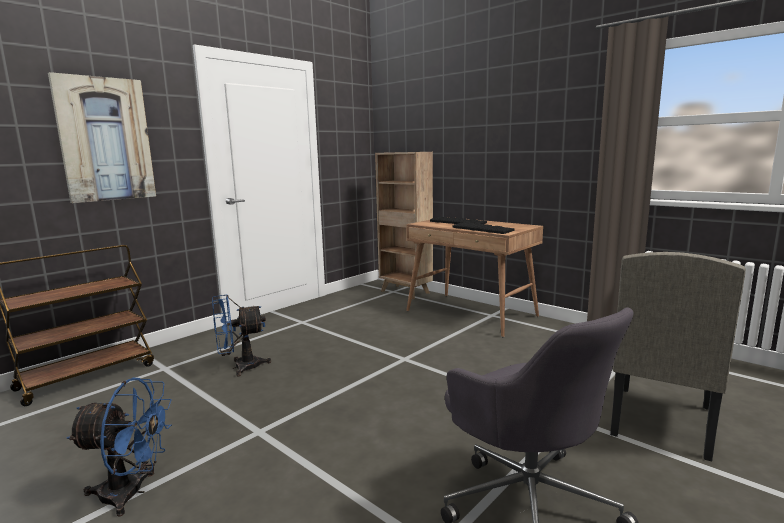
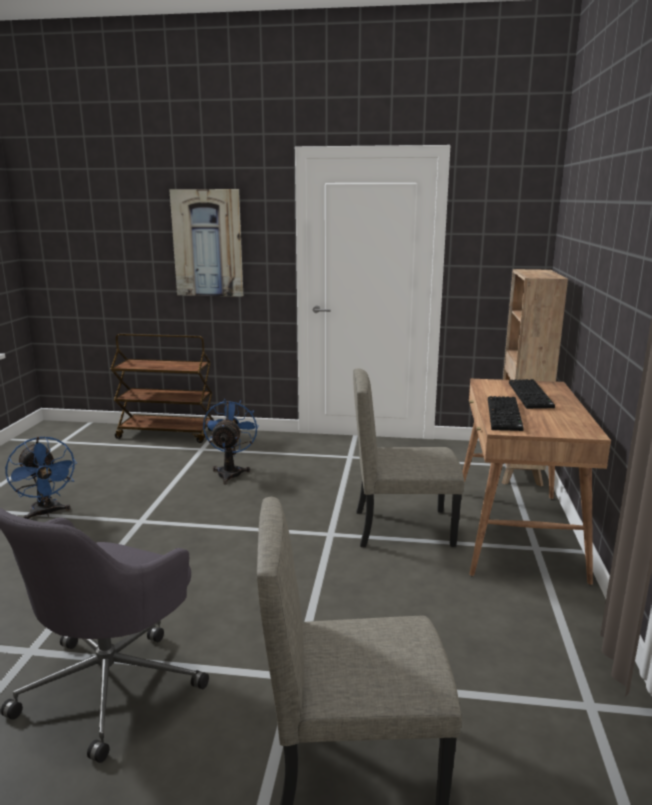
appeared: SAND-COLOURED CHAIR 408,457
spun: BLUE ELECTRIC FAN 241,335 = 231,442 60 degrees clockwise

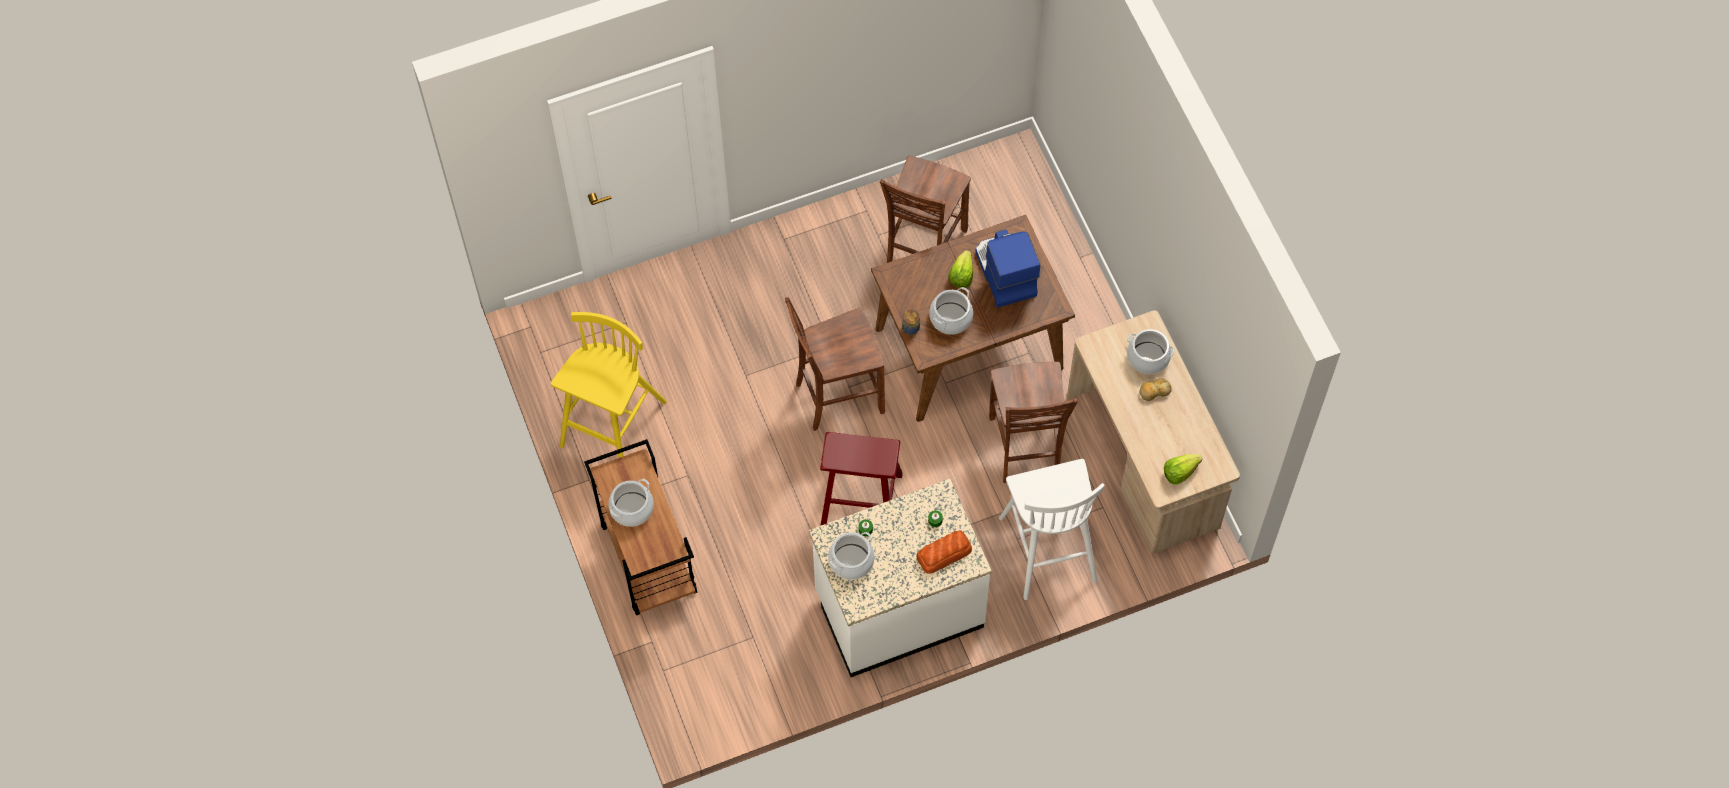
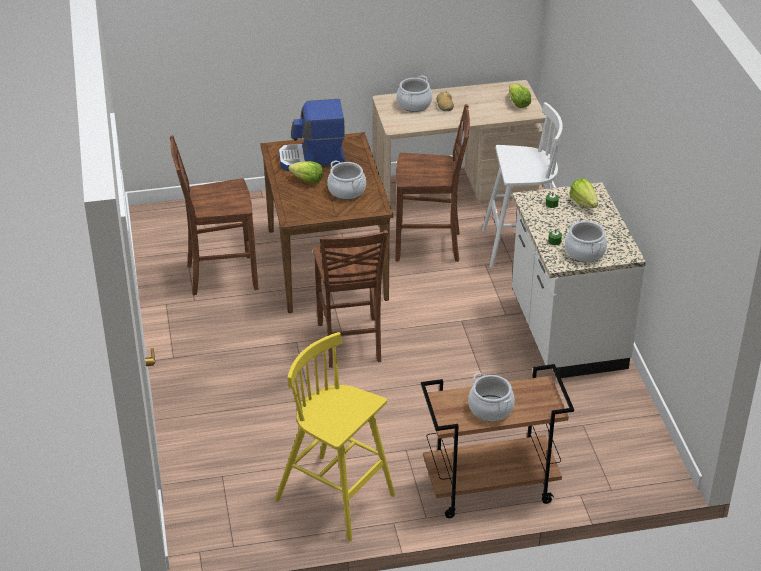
missing: REDDISH STOOL SEAT 861,479; STORAGE JAR 911,322
exchanged: BAKERY BREAD 944,552 to LETTUCE HEAD 583,193
spun: BROWNISH CHAIR 925,209 = 214,215 135 degrees clockwise

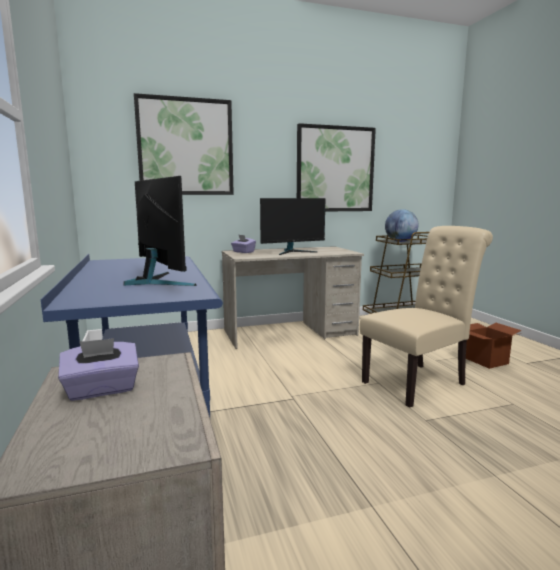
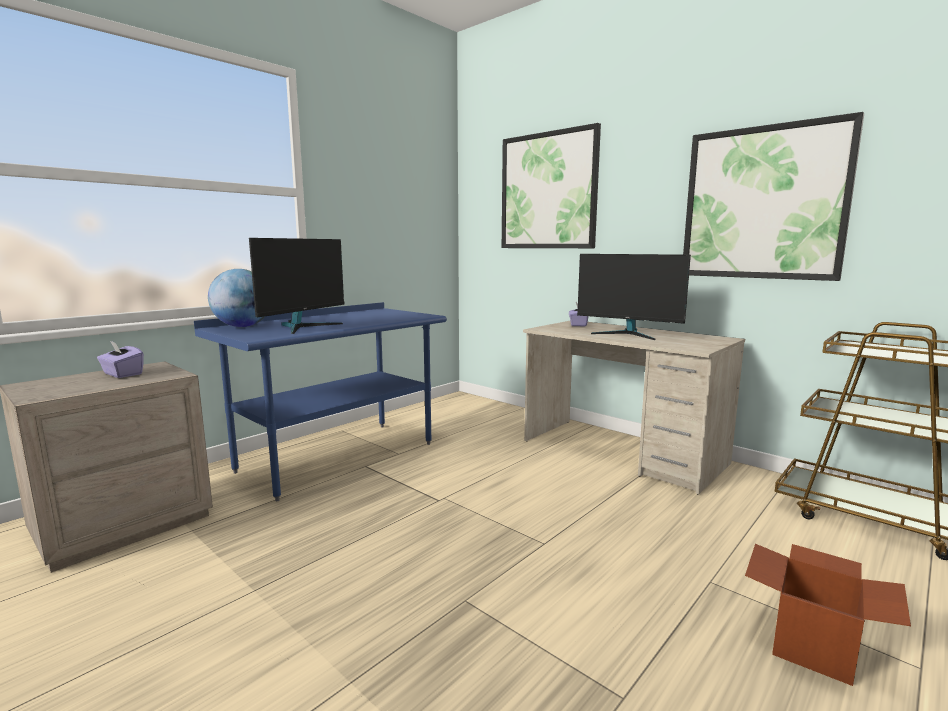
missing: SAND-COLOURED CHAIR 426,317
relocated: WORLD GLOBE 402,225 to 236,298

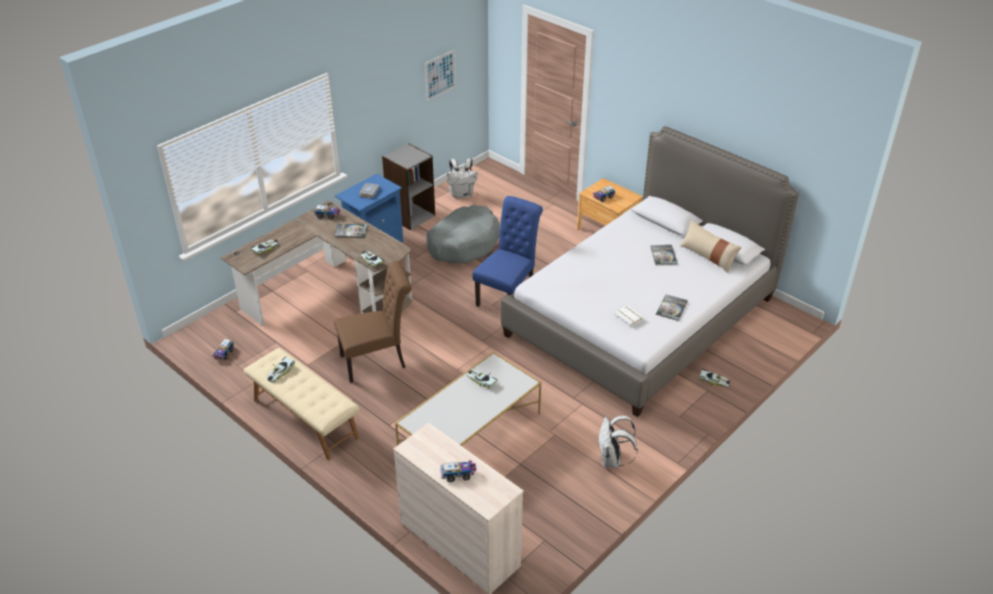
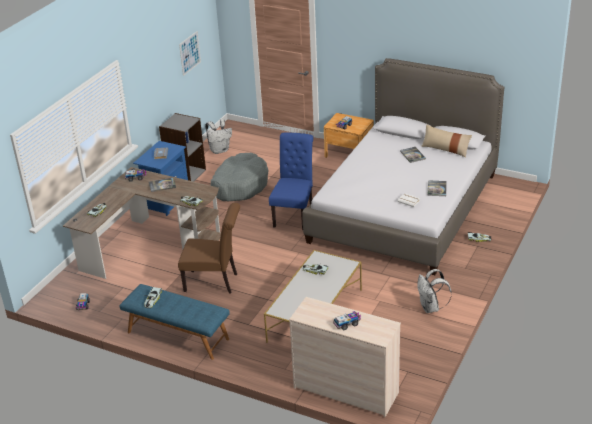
colour: SAND-COLOURED LONG SEAT 302,404 to BLUE LONG SEAT 175,322
spun: BROWNISH CHAIR 373,322 = 209,248 45 degrees clockwise

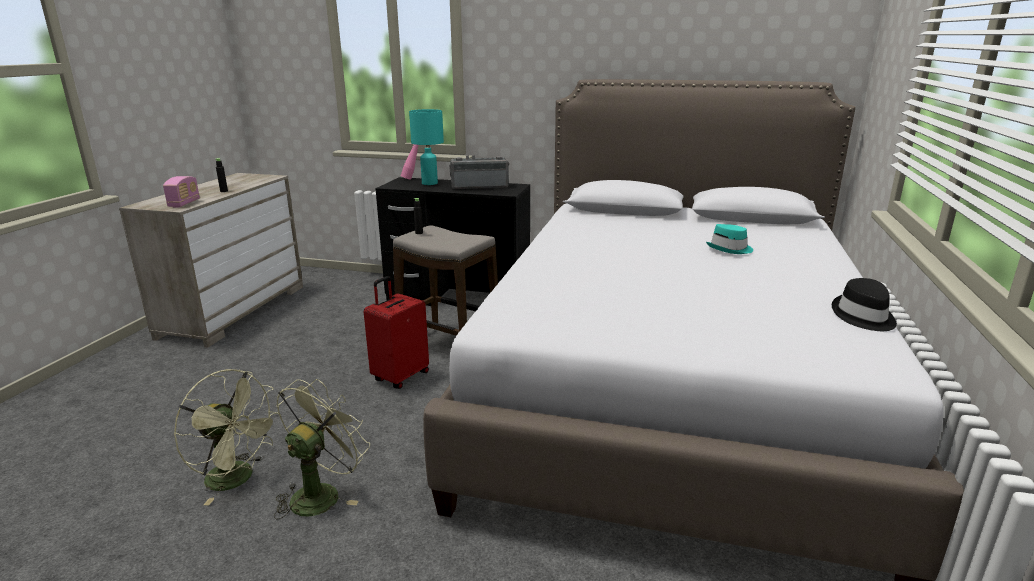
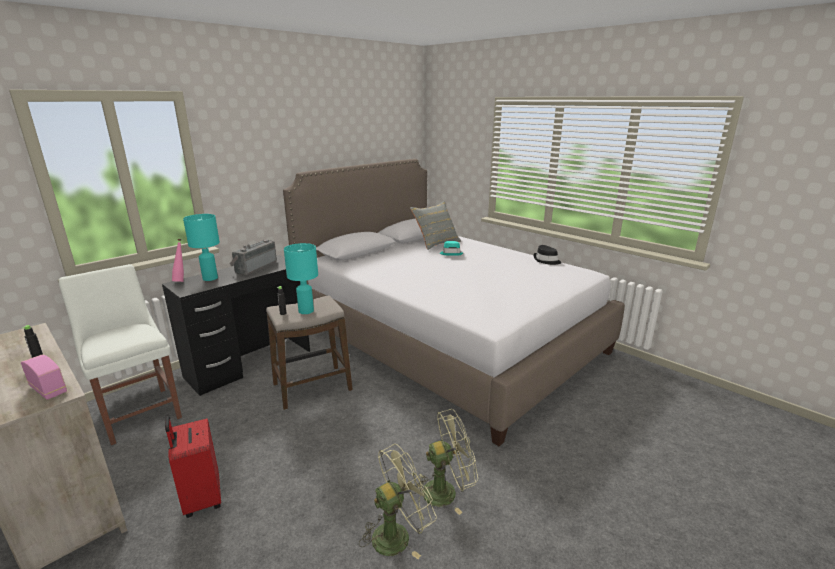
appeared: WHITISH CHAIR 120,354; TURQUOISE-COLOURED TABLE LAMP 301,278; GRAY THROW PILLOW 435,225
relocated: REDDISH TRAVEL CASE 396,332 to 193,467
spun: GREENISH ELECTRIC FAN 322,449 = 444,462 105 degrees clockwise

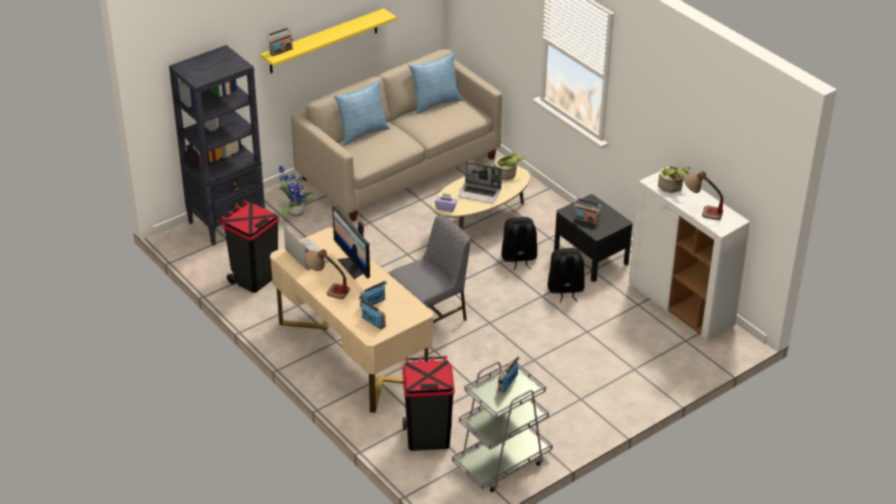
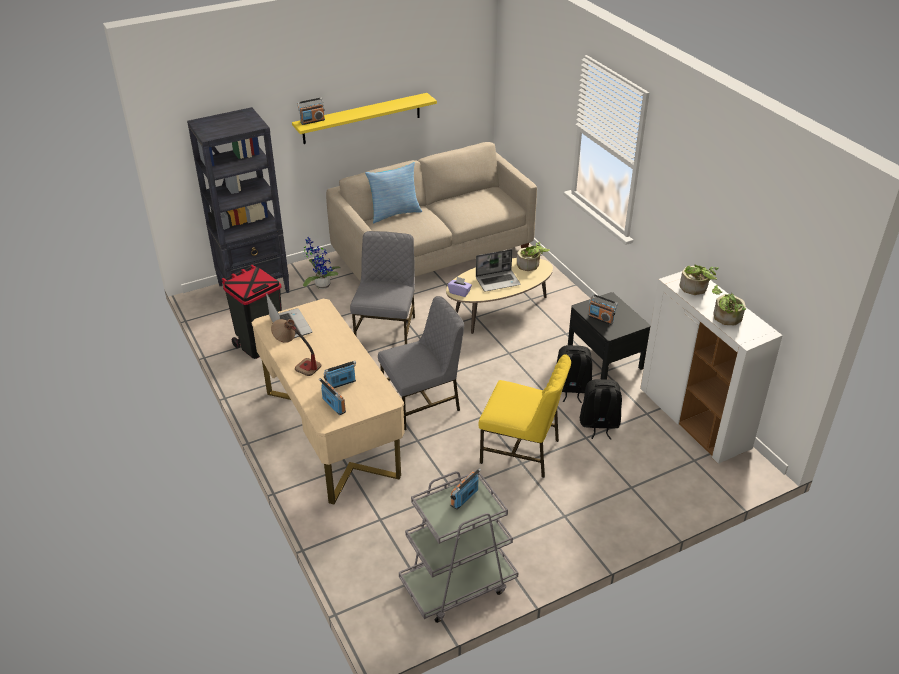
missing: MONITOR 351,242; BLACKISH RUBBISH BIN 428,403; THROW PILLOW 435,83
appeared: GRAY CHAIR 382,287; YELLOW CHAIR 524,416
relocated: BLACKISH BACKPACK 519,243 to 601,409
exchanged: TABLE LAMP 703,195 to HOUSEPLANT 729,305
spun: PORTABLE COMPUTER 480,182 = 498,270 45 degrees counterclockwise

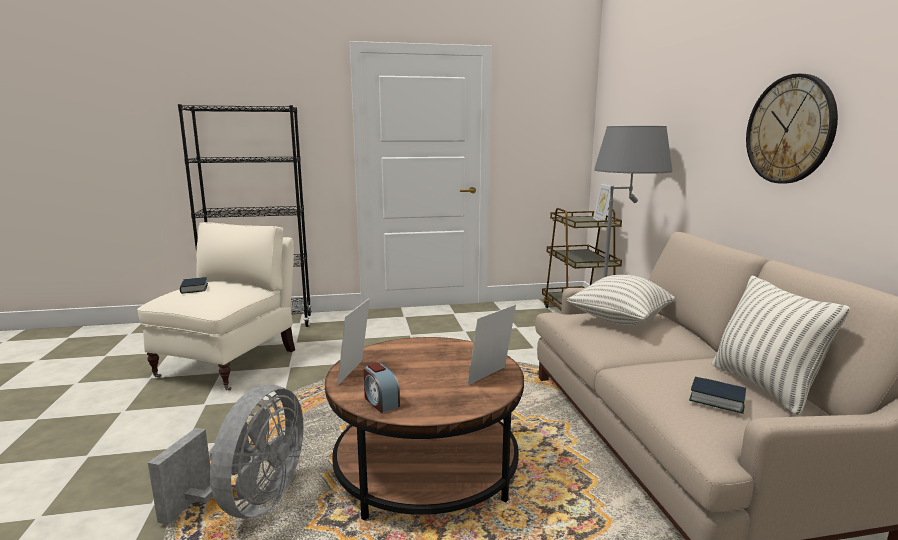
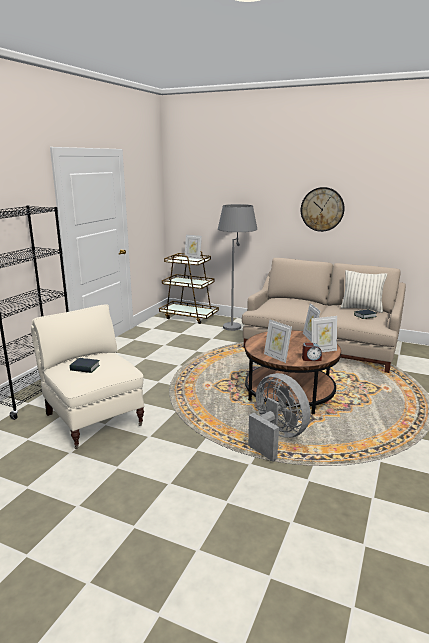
missing: THROW PILLOW 621,300
appeared: PHOTO FRAME 324,334

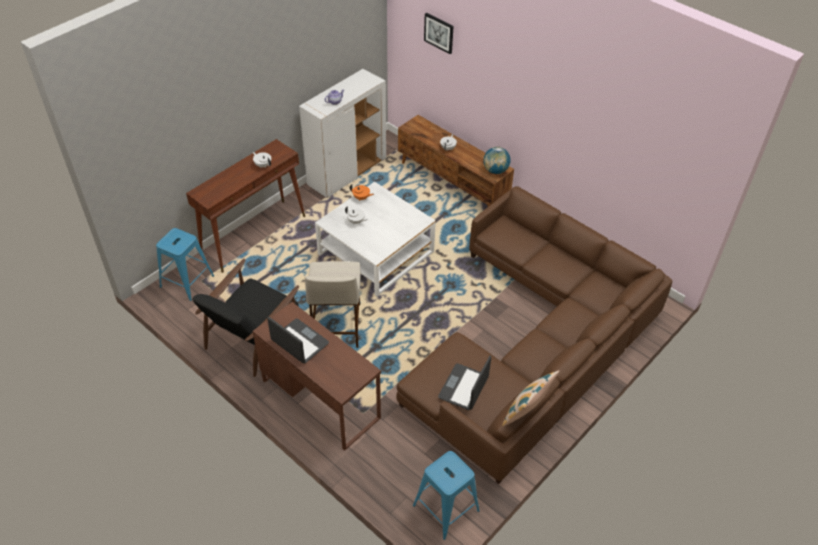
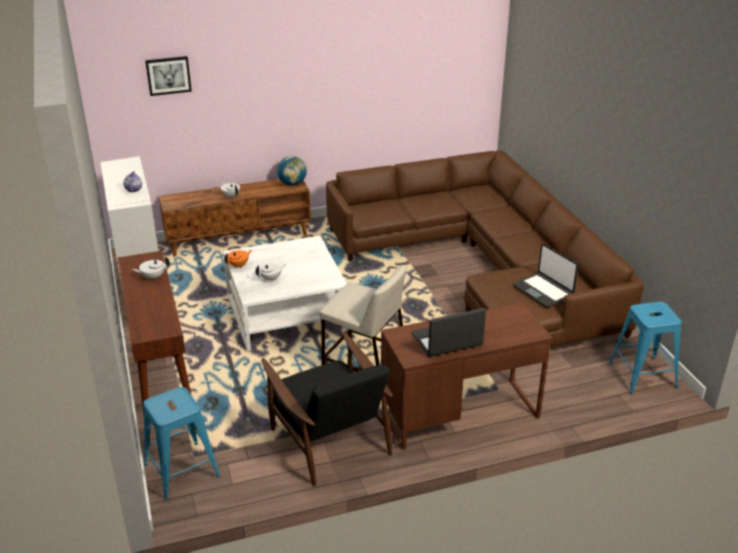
missing: THROW PILLOW 531,398

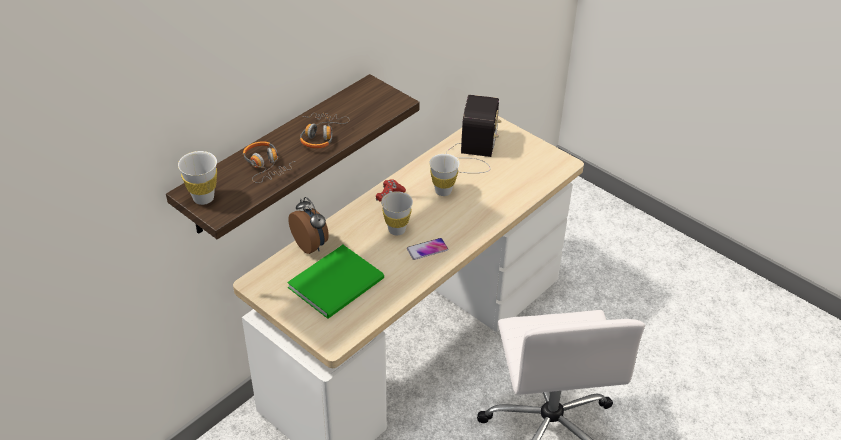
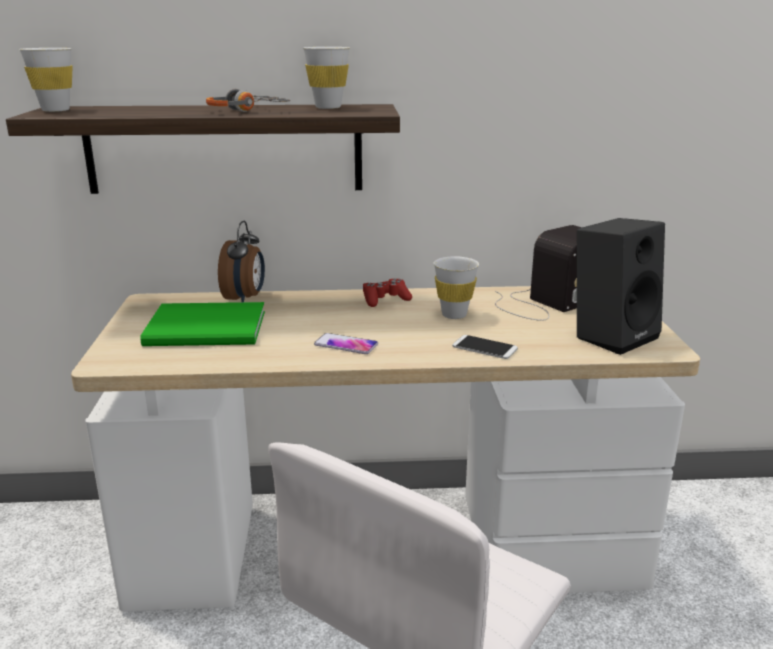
missing: PAIR OF HEADPHONES 269,162
appeared: TELEPHONE 485,347; BLACKISH AUDIO SPEAKER 621,286
relocated: WHITISH DRINKING CUP 397,213 to 326,78

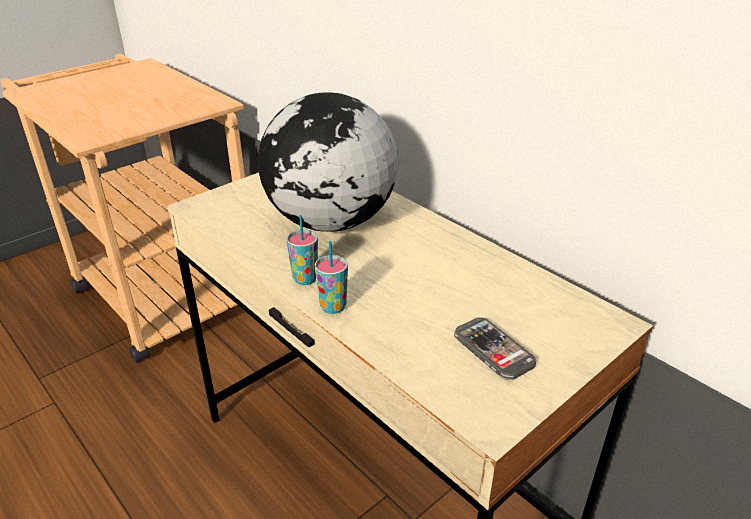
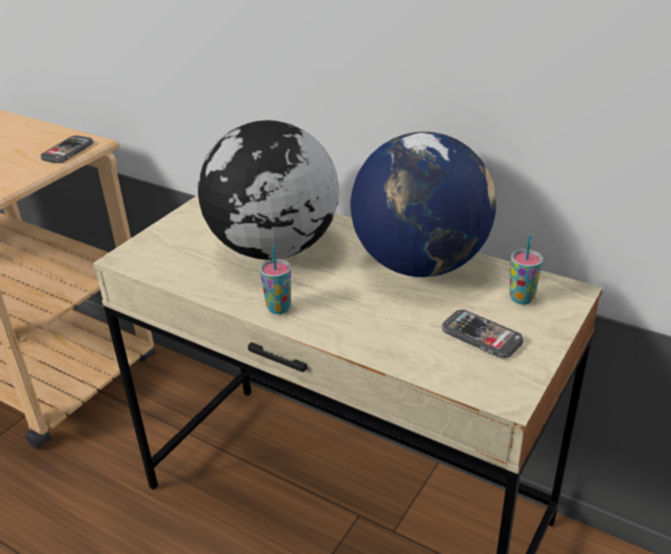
appeared: TELEPHONE 67,149; WORLD GLOBE 423,204
relocated: DRINKING CUP 331,277 to 526,269

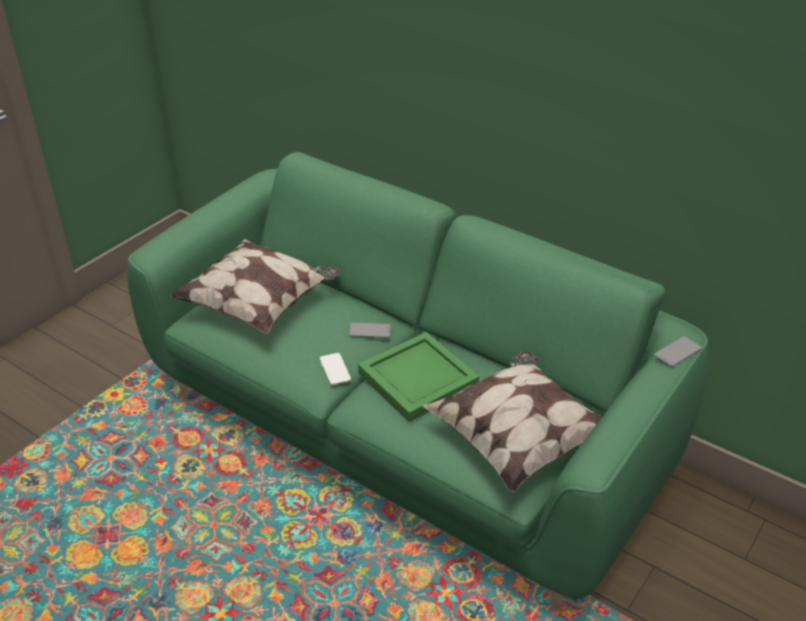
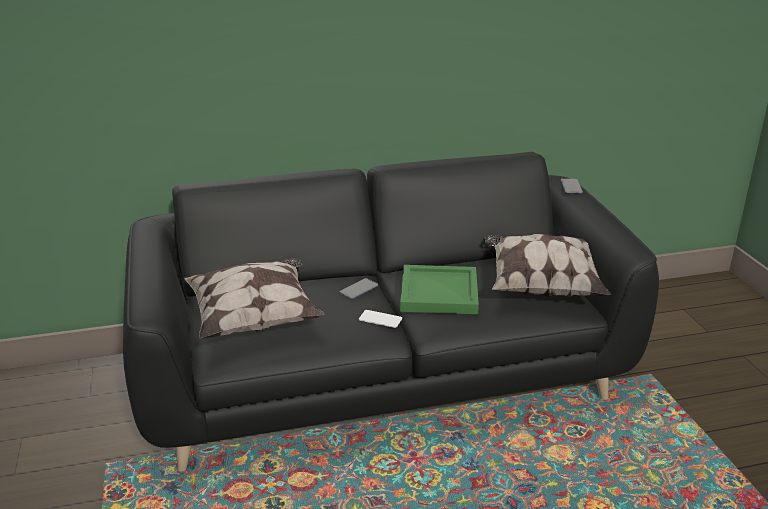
colour: GREENISH SETTEE 418,381 to BLACKISH SETTEE 391,312

